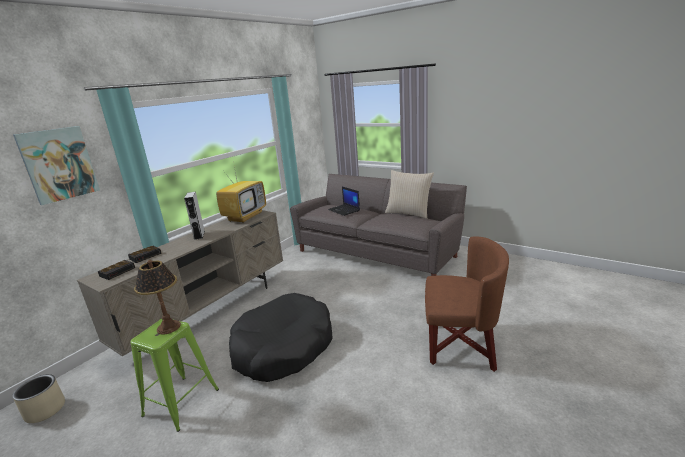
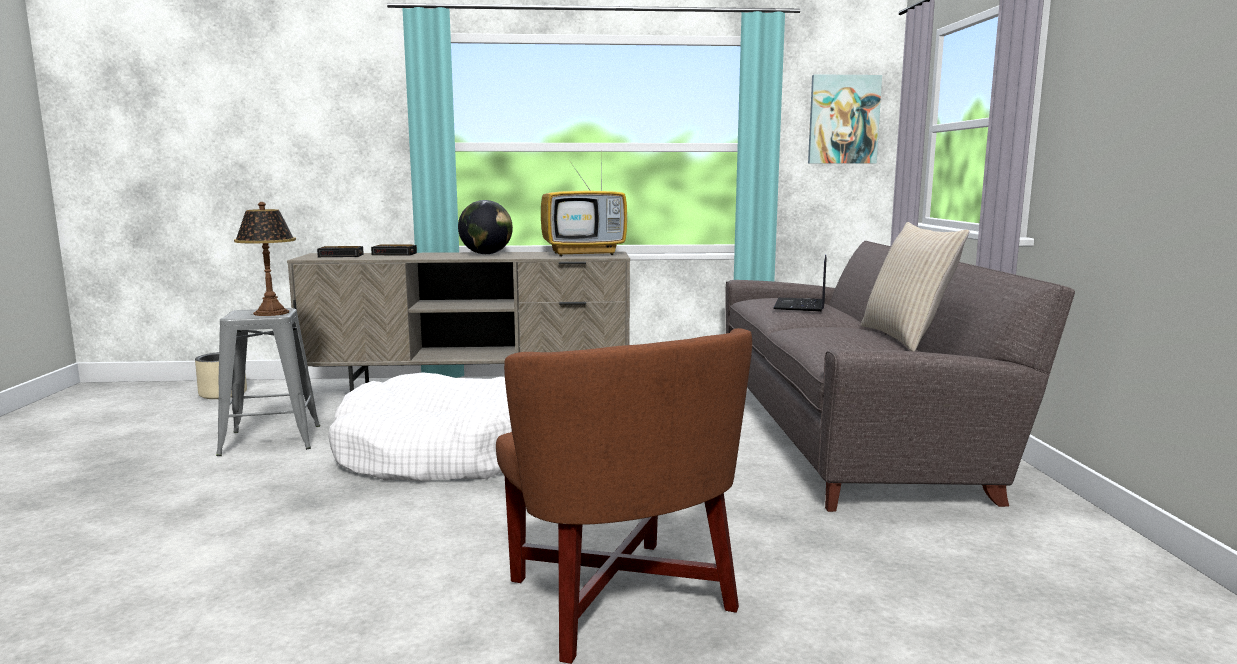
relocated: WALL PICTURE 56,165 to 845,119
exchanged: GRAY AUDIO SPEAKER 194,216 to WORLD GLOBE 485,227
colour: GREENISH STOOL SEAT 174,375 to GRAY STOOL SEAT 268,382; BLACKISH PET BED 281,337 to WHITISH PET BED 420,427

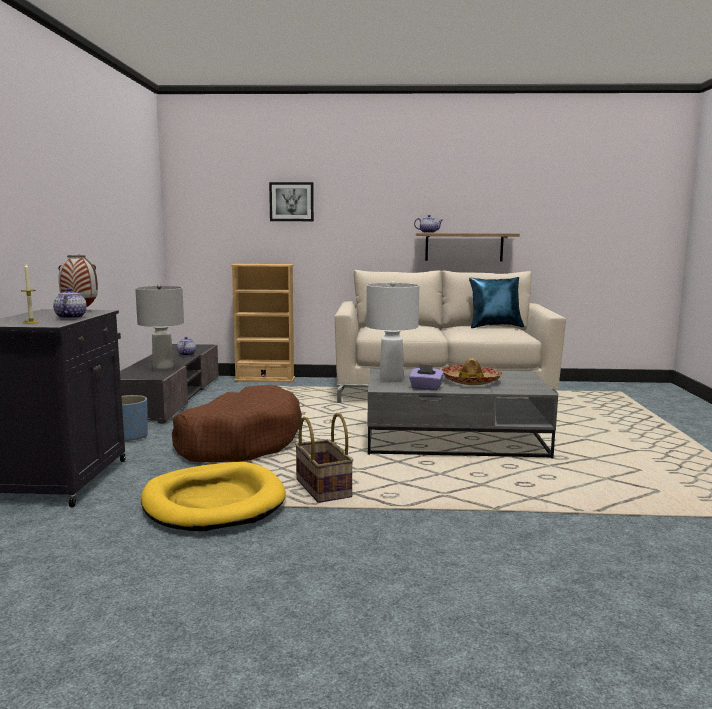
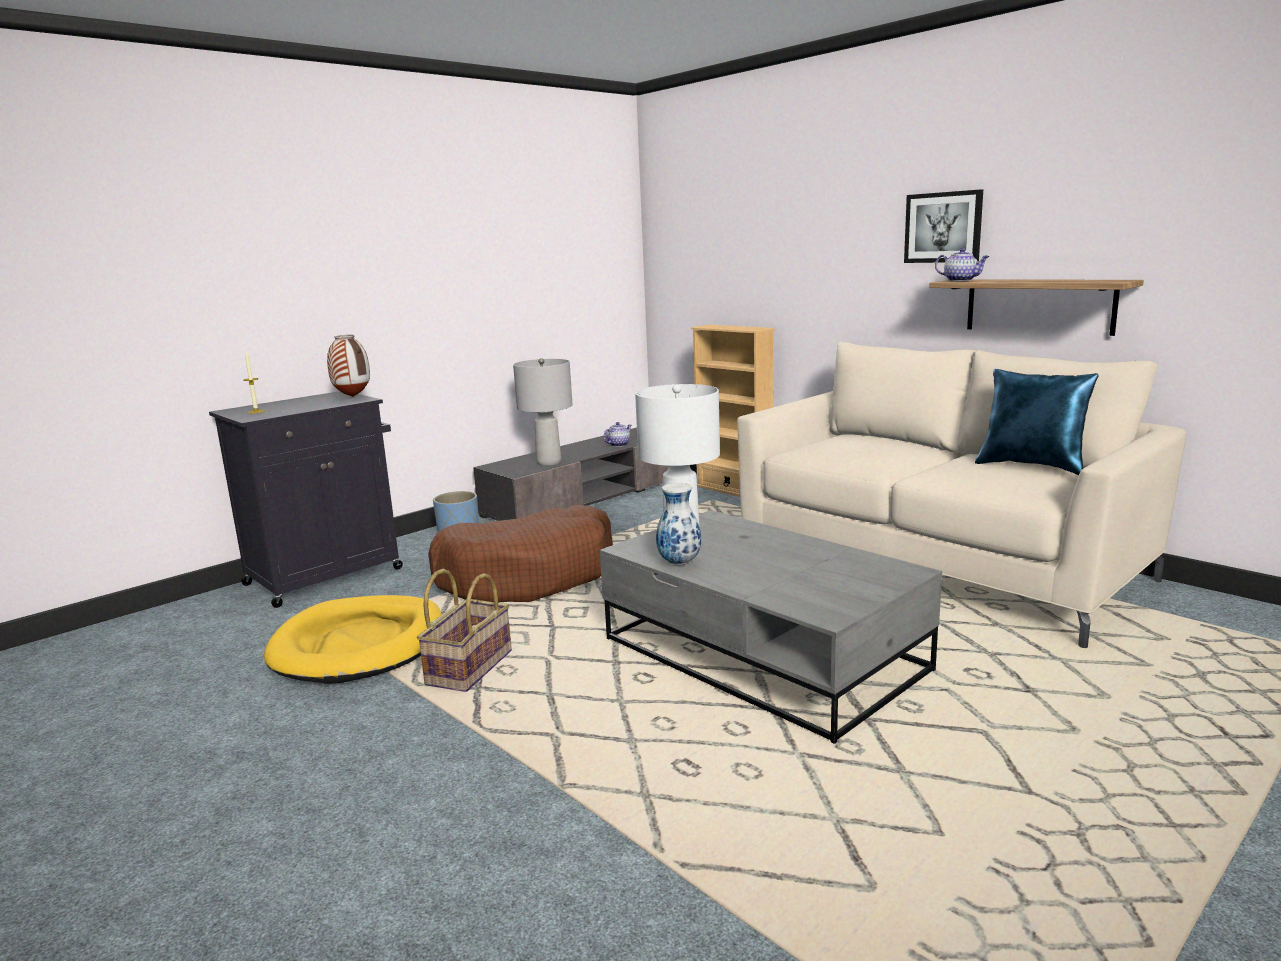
missing: TEA POT 70,303; WEARABLE HAT 471,371
relocated: WALL PICTURE 291,201 to 943,226
exchanged: PURPLISH BOX OF TISSUES 426,377 to VASE 678,524

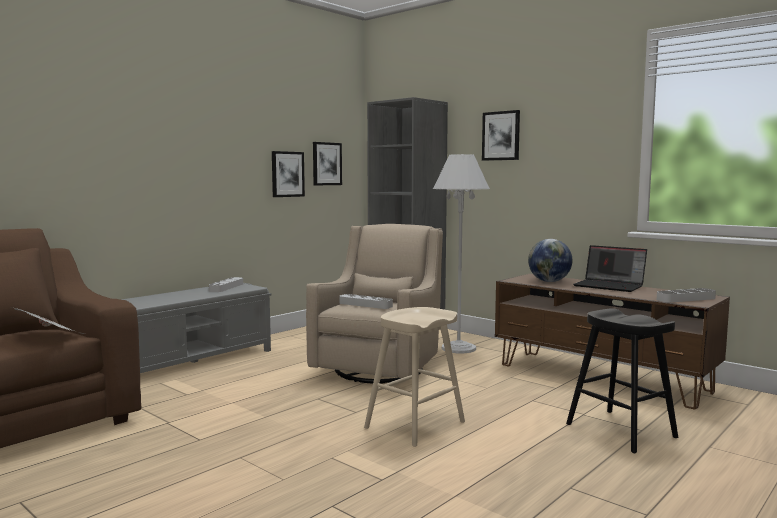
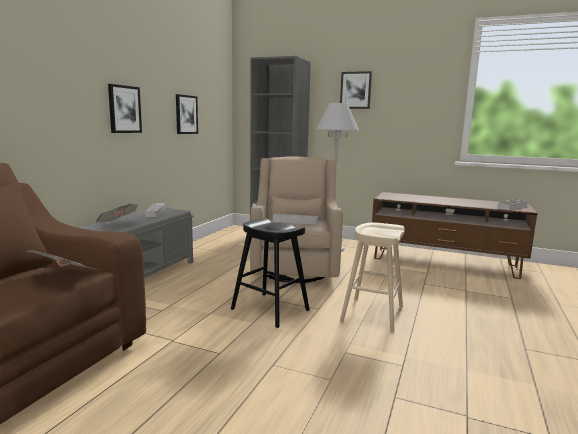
missing: WORLD GLOBE 550,260; PORTABLE COMPUTER 610,268
appeared: PRINTED PAPER 117,213
relocated: WALL PICTURE 327,163 to 125,108; BLACKISH STOOL SEAT 622,380 to 270,273

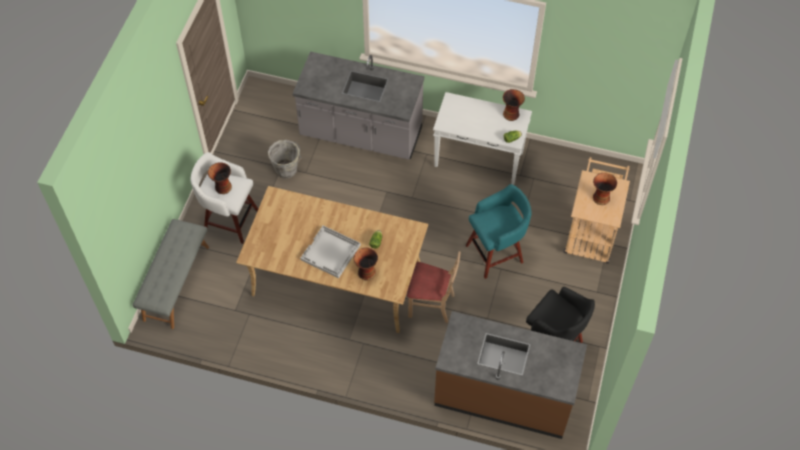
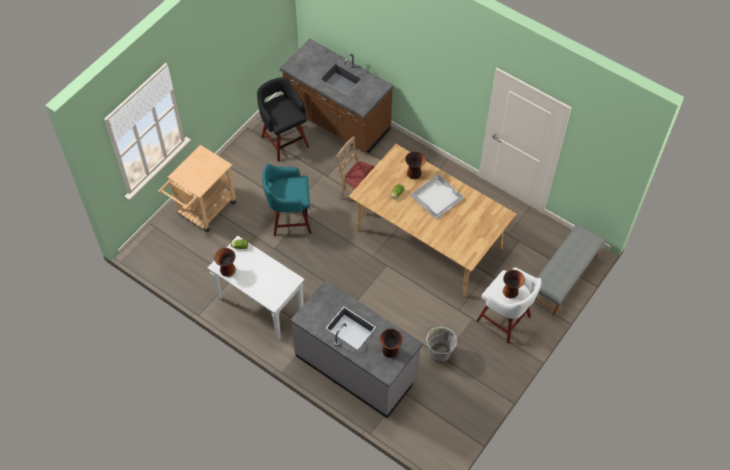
relocated: VASE 605,189 to 391,343

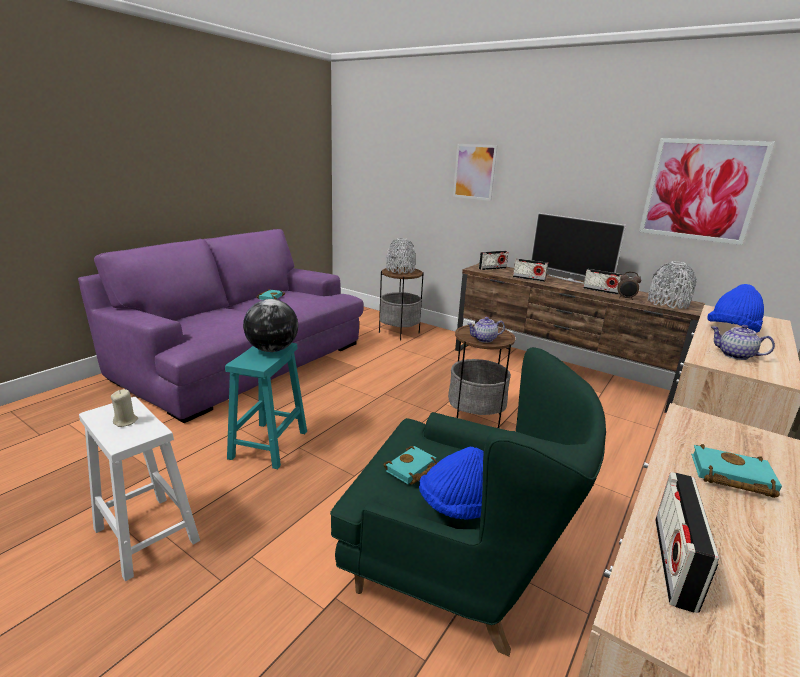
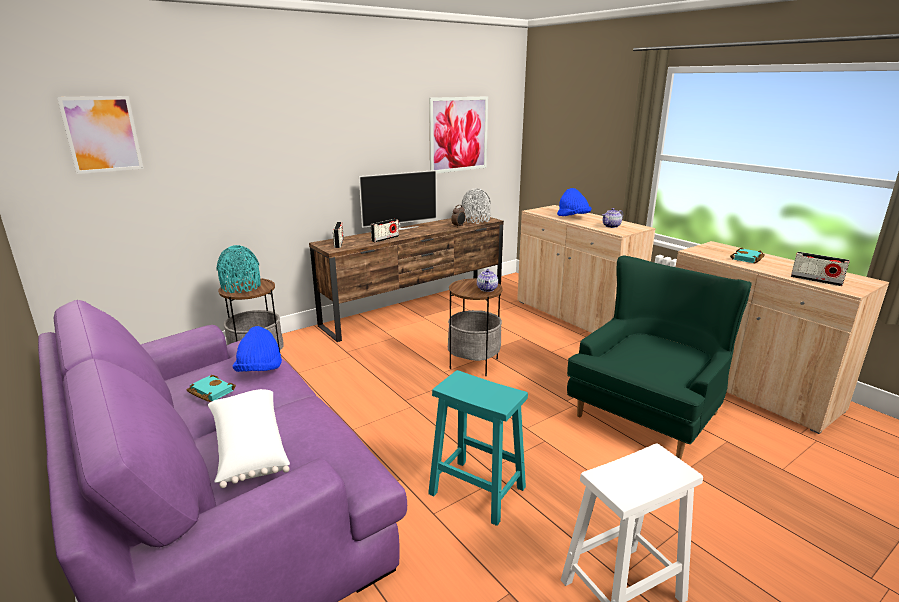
missing: SAND-COLOURED WAX LIGHT 124,408; WORLD GLOBE 270,325; TURQUOISE-COLOURED VOLUME 410,465; RADIO RECEIVER 603,282
appeared: WHITISH THROW PILLOW 249,438
relocated: BLUE WEARABLE HAT 451,483 to 257,349; WALL PICTURE 475,172 to 100,135
colour: GRAY VASE 401,256 to TURQUOISE-COLOURED VASE 239,269

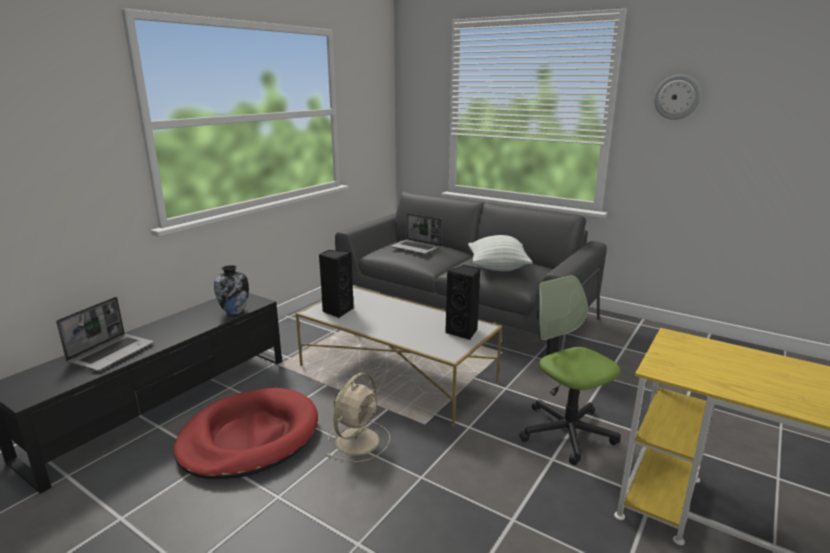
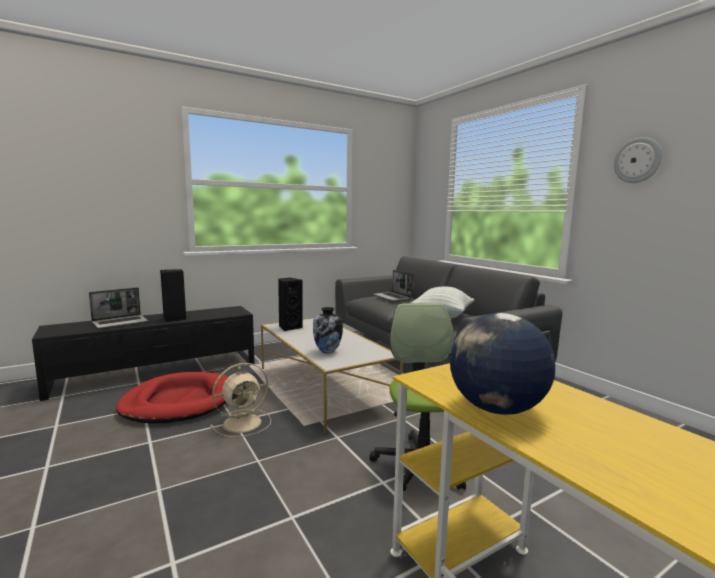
appeared: WORLD GLOBE 502,364
relocated: VASE 231,290 to 328,330; BLACKISH AUDIO SPEAKER 462,302 to 173,295

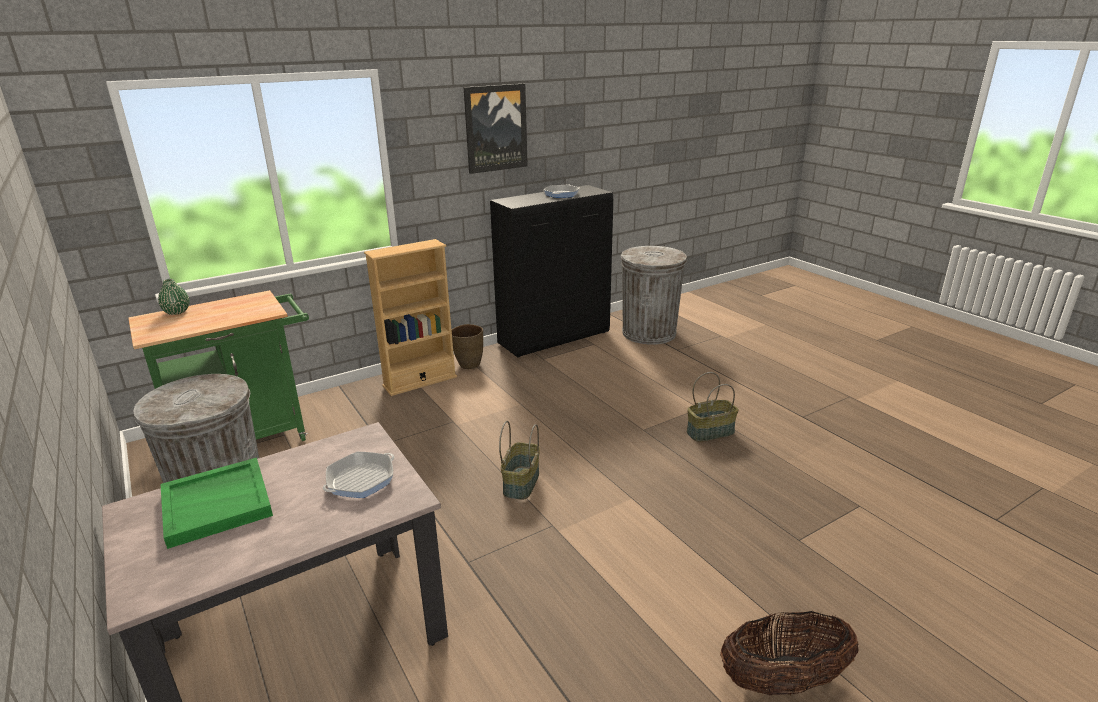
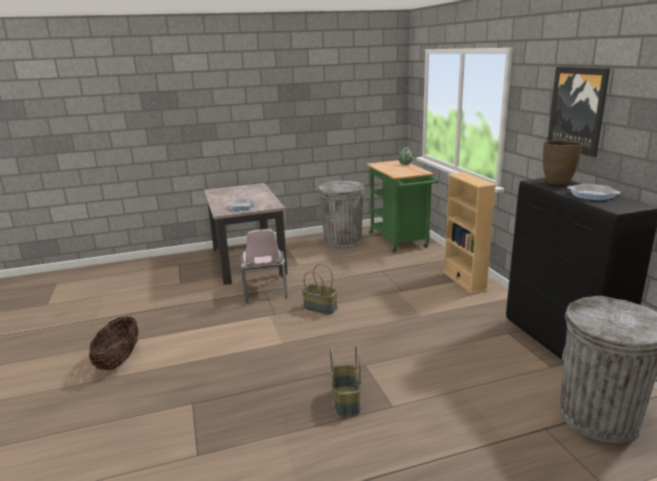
missing: GREENISH TRAY 217,503
appeared: PINKISH CHAIR 264,266
relocated: BROWNISH VASE 467,346 to 562,162

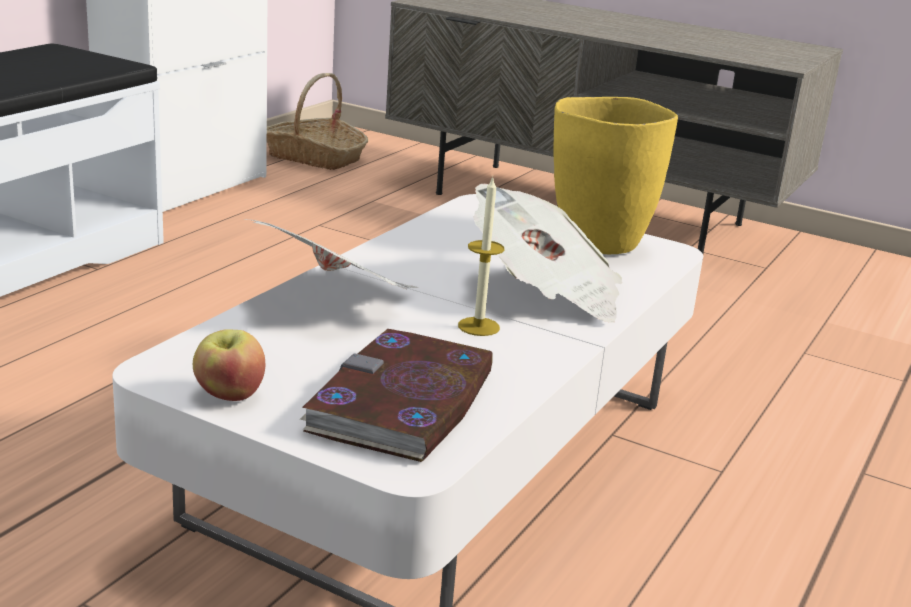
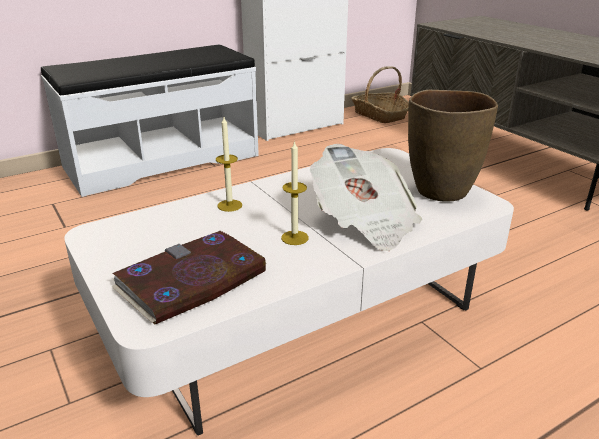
missing: WHOLE APPLE 229,365
exchanged: PRINTED PAPER 330,254 to WAX LIGHT 229,164
colour: YELLOW VASE 615,175 to BROWNISH VASE 453,146

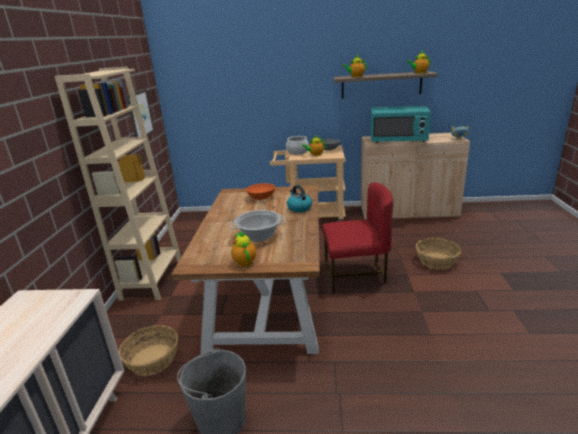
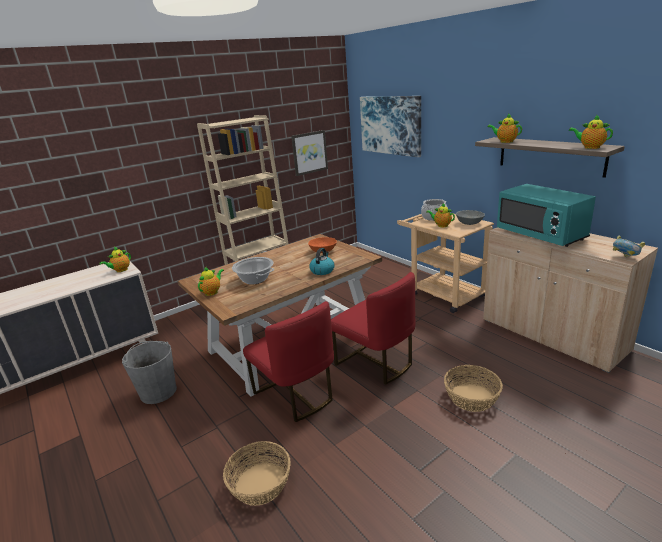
appeared: TEA POT 115,259; REDDISH CHAIR 288,361; WALL PICTURE 390,126
relocated: HOUSEHOLD BASKET 148,350 to 257,473

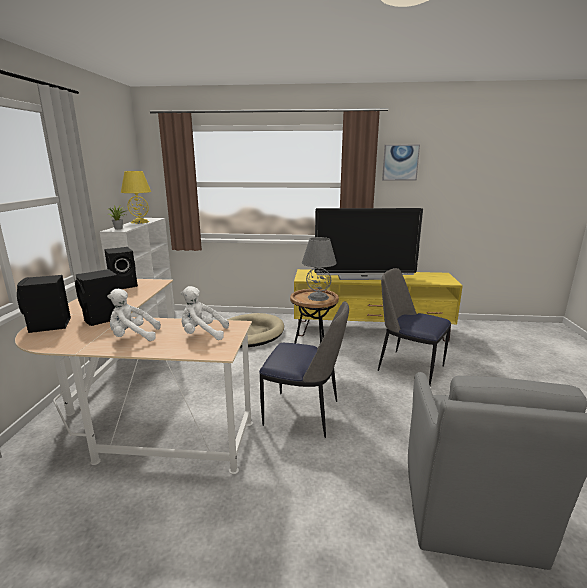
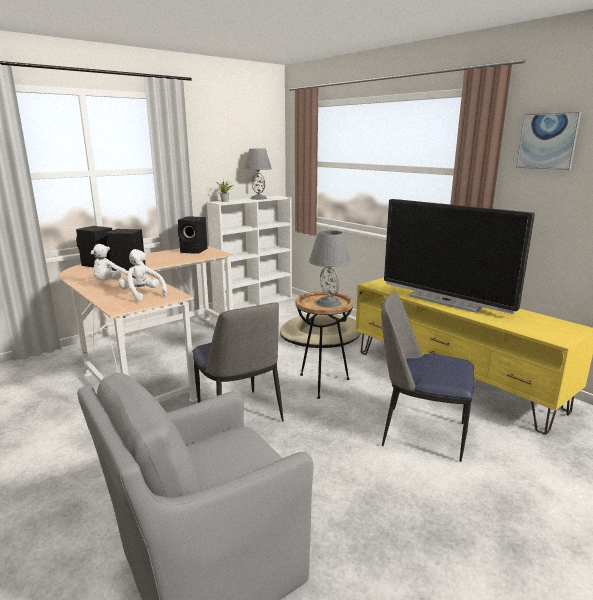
colour: YELLOW TABLE LAMP 136,197 to GRAY TABLE LAMP 258,174
spun: WHITISH SOFT TOY 134,315 = 109,262 105 degrees counterclockwise; CHAIR 414,326 = 427,378 60 degrees counterclockwise

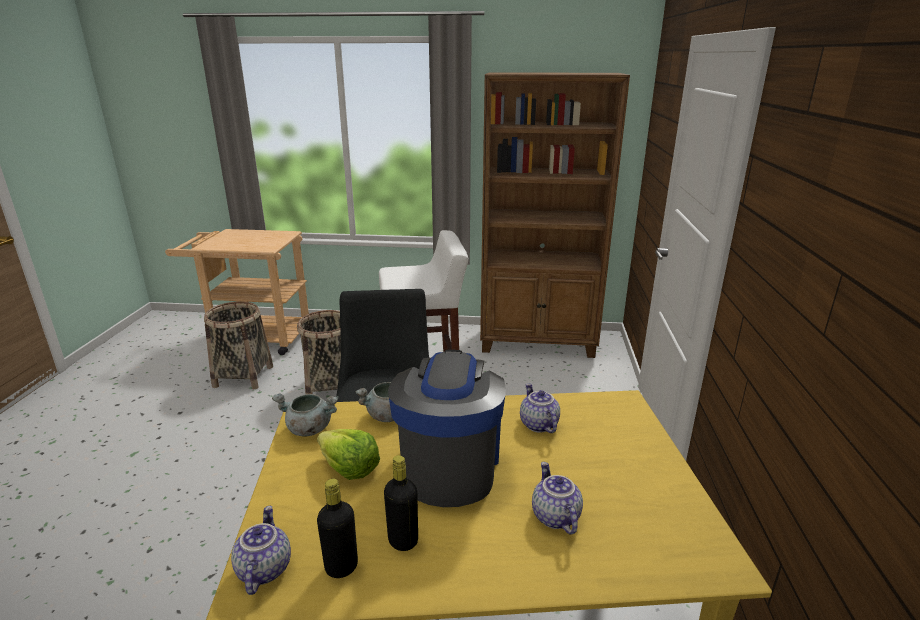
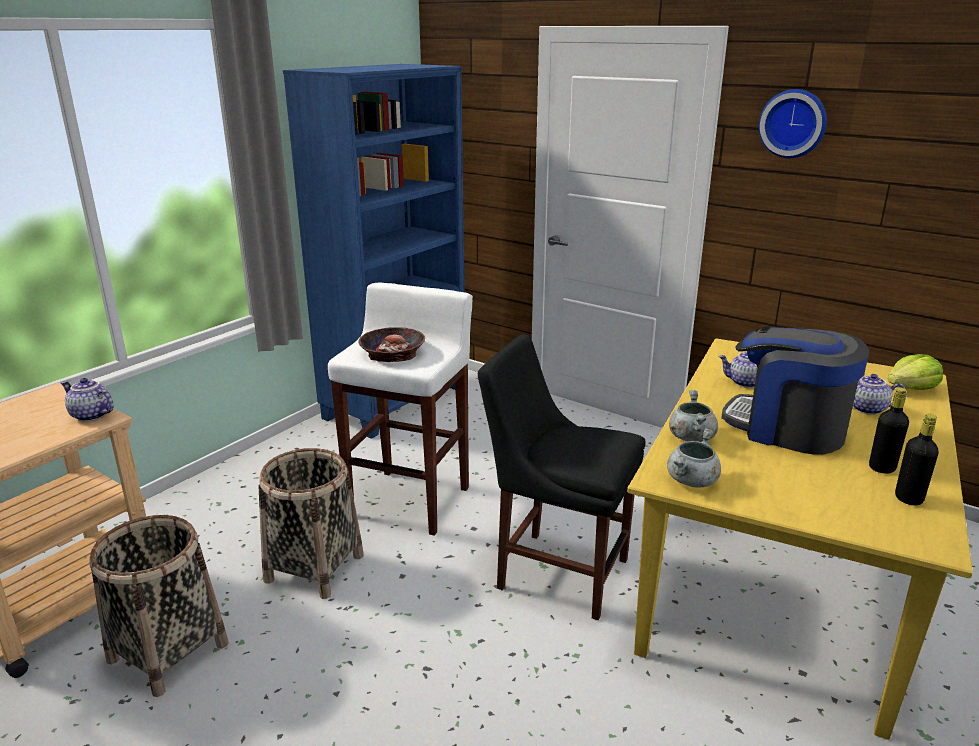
appeared: SERVING BOWL 391,344; HANGING CLOCK 793,123
relocated: TEA POT 261,550 to 87,400; LETTUCE HEAD 348,454 to 915,372
colour: BROWNISH BOOKSHELF 555,215 to BLUE BOOKSHELF 374,251

